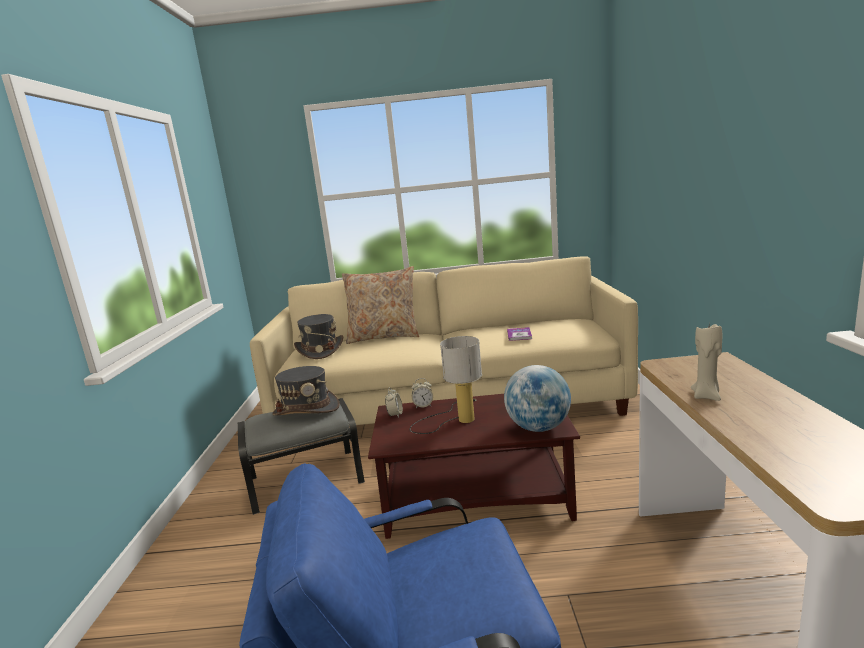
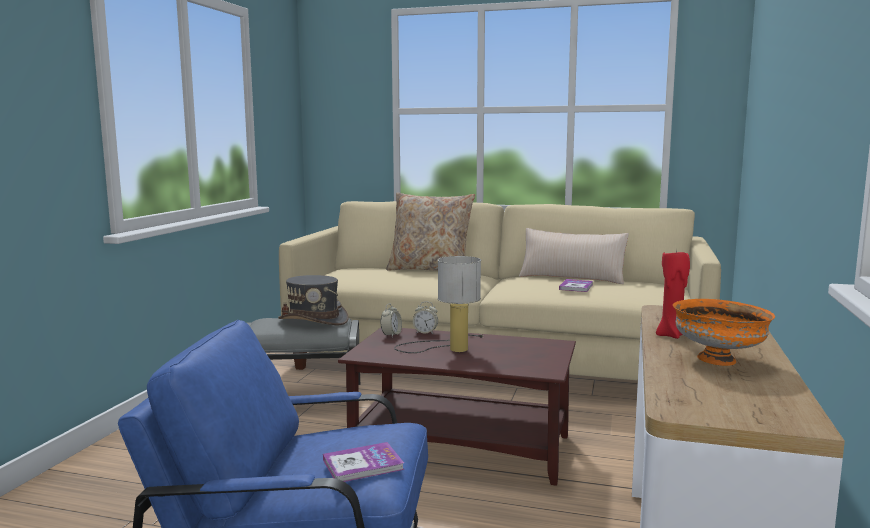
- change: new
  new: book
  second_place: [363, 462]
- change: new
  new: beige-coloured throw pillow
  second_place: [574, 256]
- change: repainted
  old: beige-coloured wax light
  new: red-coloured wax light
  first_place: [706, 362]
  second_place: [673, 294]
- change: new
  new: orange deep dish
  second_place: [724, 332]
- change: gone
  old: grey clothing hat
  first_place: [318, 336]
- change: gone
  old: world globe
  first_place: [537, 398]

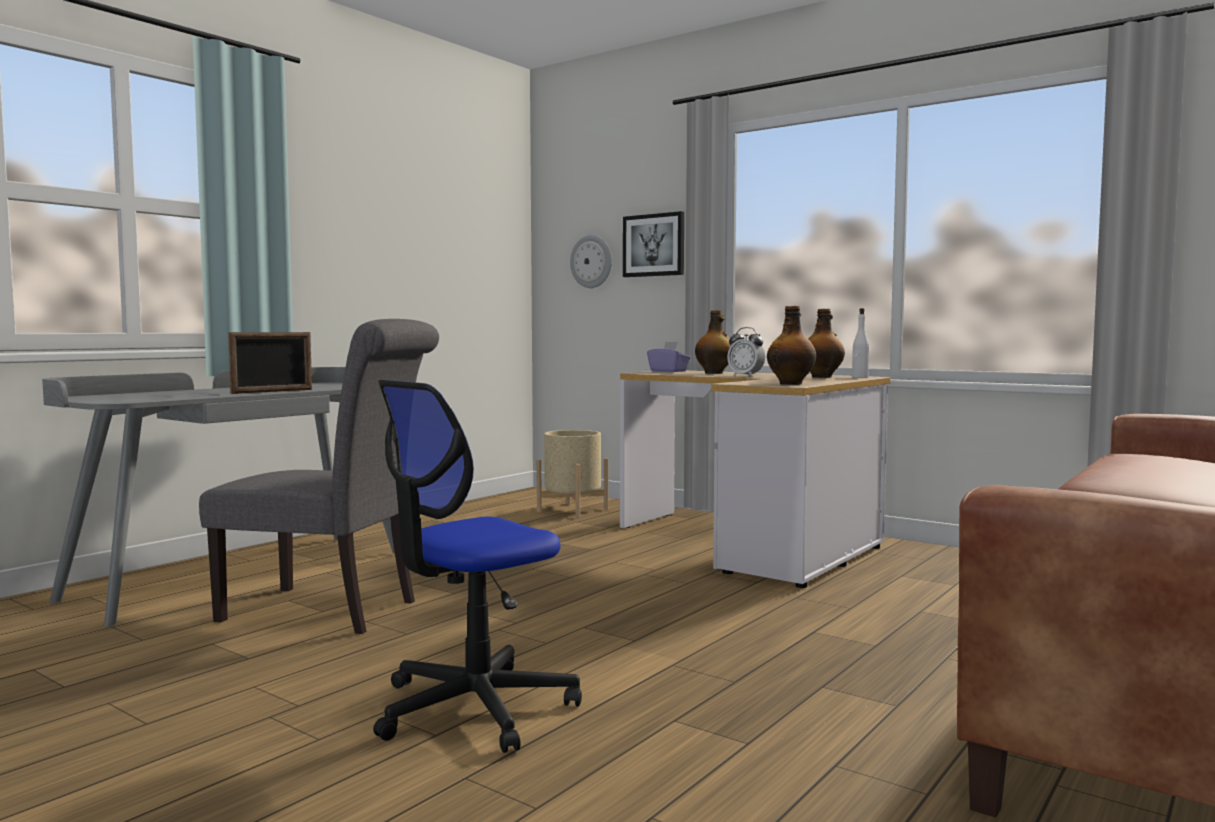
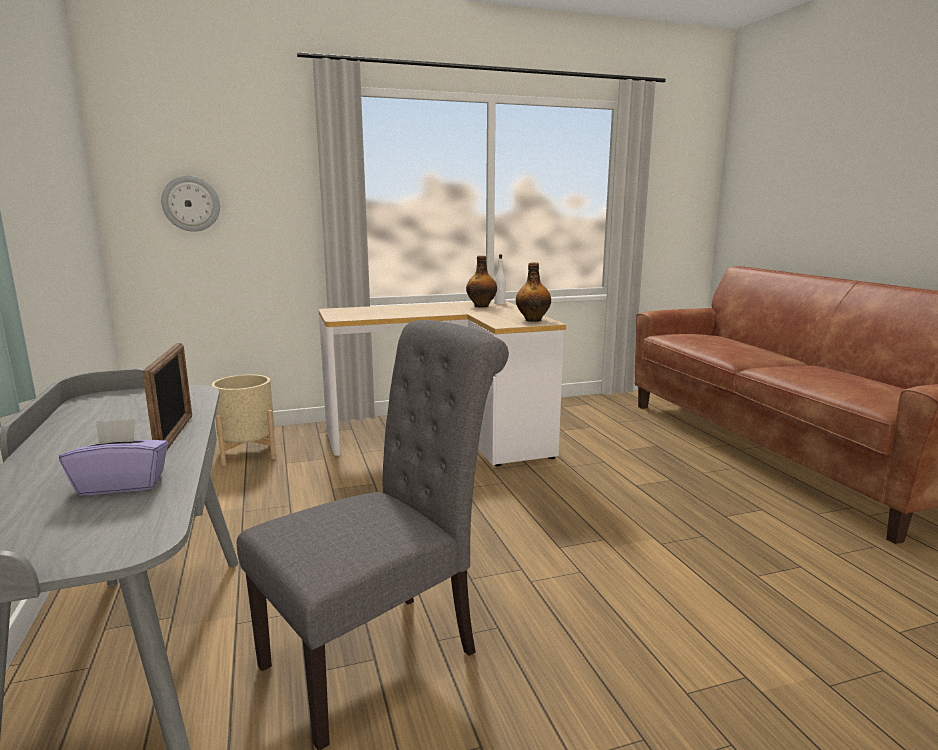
- change: shifted
  old: purple box of tissues
  first_place: [669, 356]
  second_place: [113, 457]
- change: gone
  old: office chair
  first_place: [477, 566]
- change: gone
  old: picture
  first_place: [653, 244]
- change: gone
  old: drink bottle
  first_place: [712, 342]
- change: gone
  old: table clock
  first_place: [746, 352]

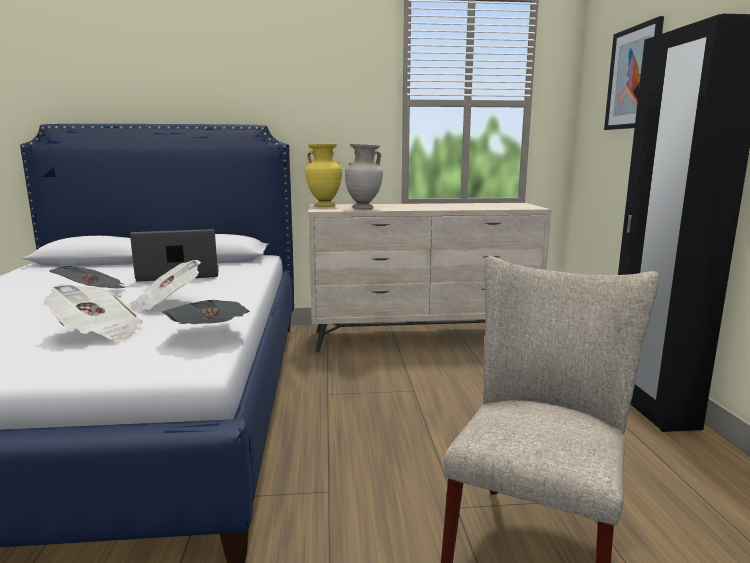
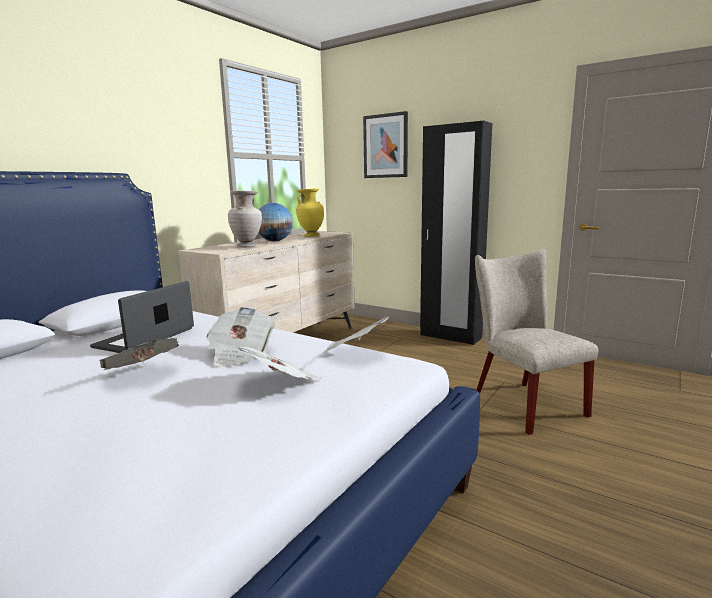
- change: new
  new: world globe
  second_place: [275, 222]
- change: shifted
  old: yellow flower vase
  first_place: [323, 175]
  second_place: [310, 212]

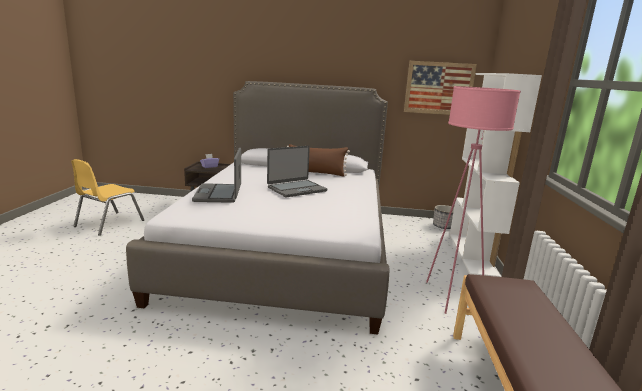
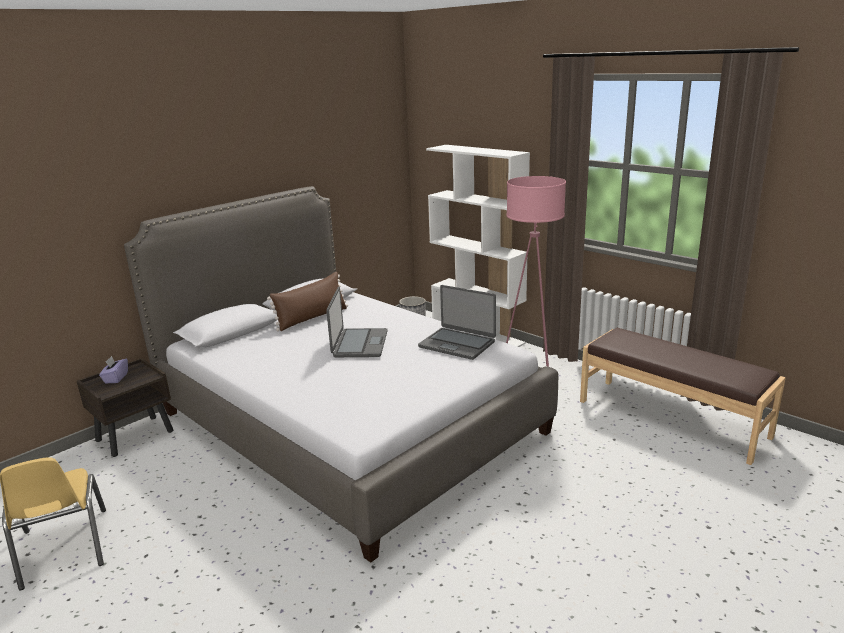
- change: shifted
  old: laptop
  first_place: [216, 175]
  second_place: [457, 322]
- change: gone
  old: picture
  first_place: [440, 88]

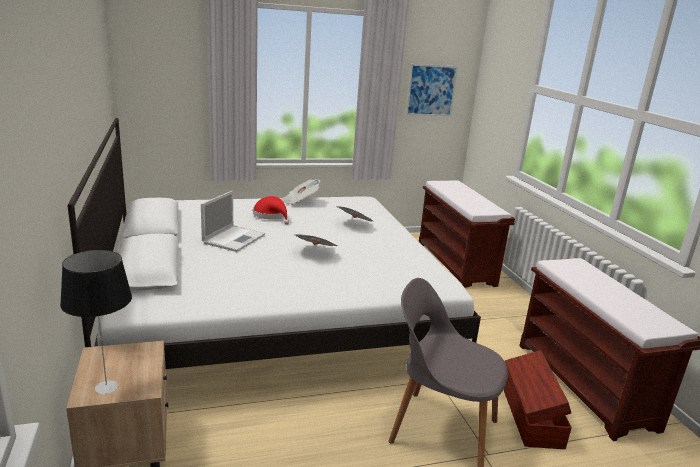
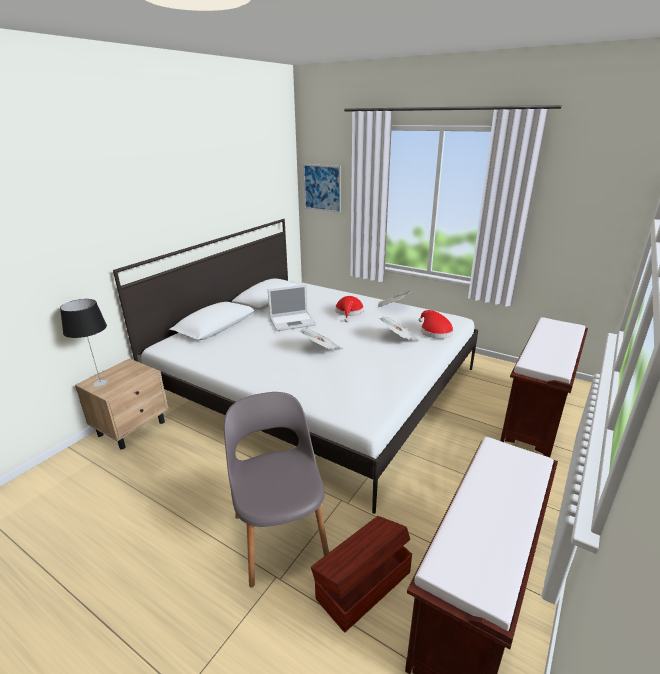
- change: shifted
  old: picture
  first_place: [432, 90]
  second_place: [322, 188]
- change: new
  new: red-coloured clothing hat
  second_place: [436, 324]

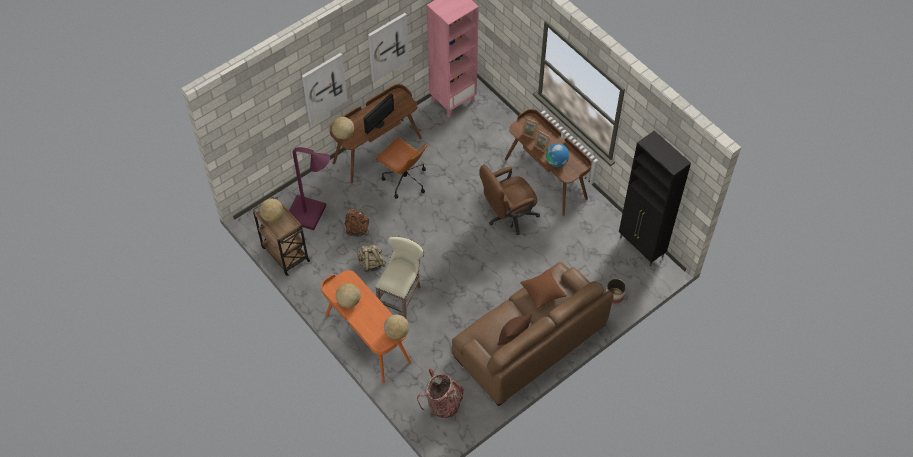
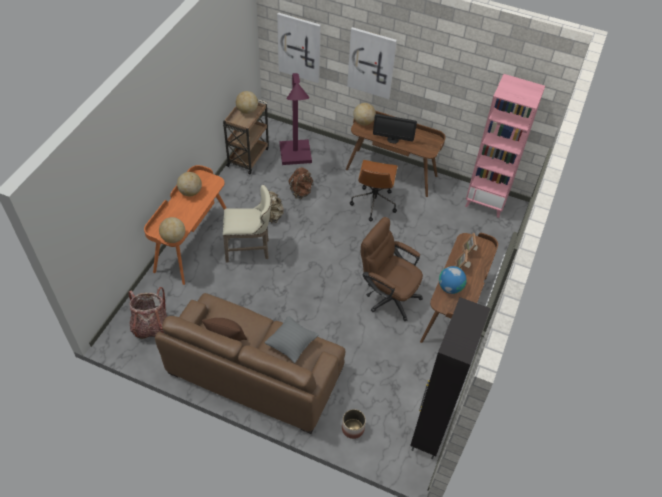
- change: repainted
  old: brown throw pillow
  new: grey throw pillow
  first_place: [543, 289]
  second_place: [291, 339]
- change: shifted
  old: picture
  first_place: [388, 47]
  second_place: [299, 47]

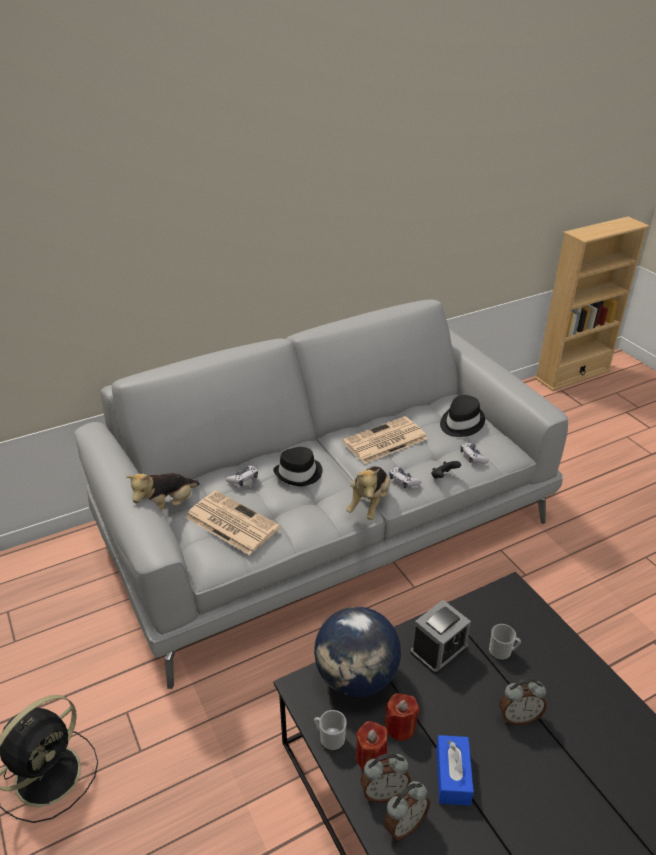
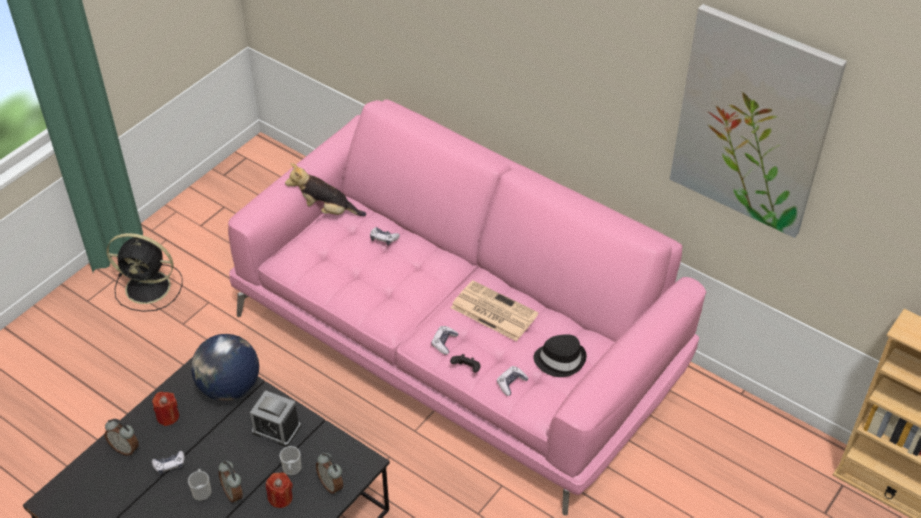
- change: swapped
  old: bluish box of tissues
  new: gamepad
  first_place: [455, 770]
  second_place: [168, 463]
- change: shifted
  old: coffee mug
  first_place: [330, 730]
  second_place: [200, 485]
- change: repainted
  old: grey settee
  new: pinkish settee
  first_place: [321, 494]
  second_place: [467, 307]
- change: shifted
  old: red-coloured wax light
  first_place: [401, 717]
  second_place: [279, 490]
- change: shifted
  old: table clock
  first_place: [385, 778]
  second_place: [329, 473]
- change: new
  new: picture
  second_place: [758, 121]
- change: gone
  old: printed paper
  first_place: [232, 522]
- change: gone
  old: black-coloured clothing hat
  first_place: [297, 466]
- change: gone
  old: cuddly toy
  first_place: [368, 493]

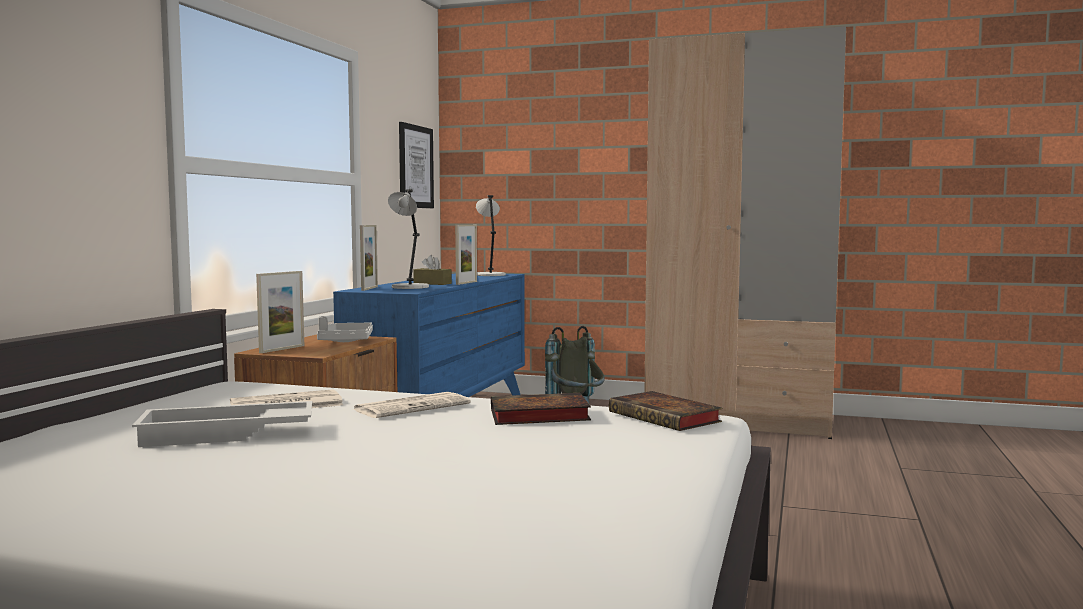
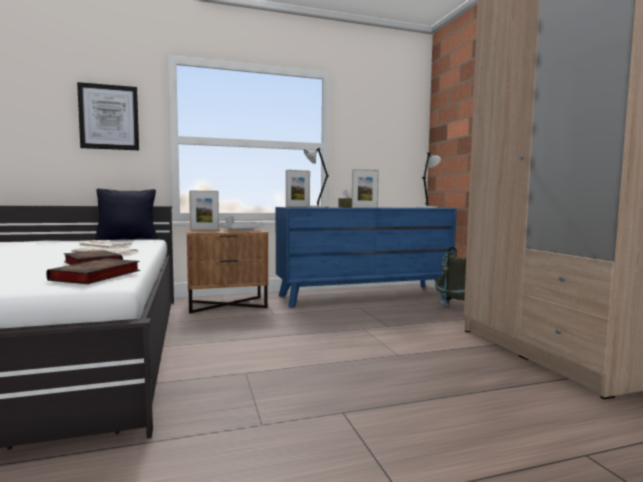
- change: shifted
  old: picture
  first_place: [416, 165]
  second_place: [108, 116]
- change: new
  new: black-coloured throw pillow
  second_place: [126, 214]
- change: gone
  old: white-coloured carrying tray
  first_place: [222, 424]

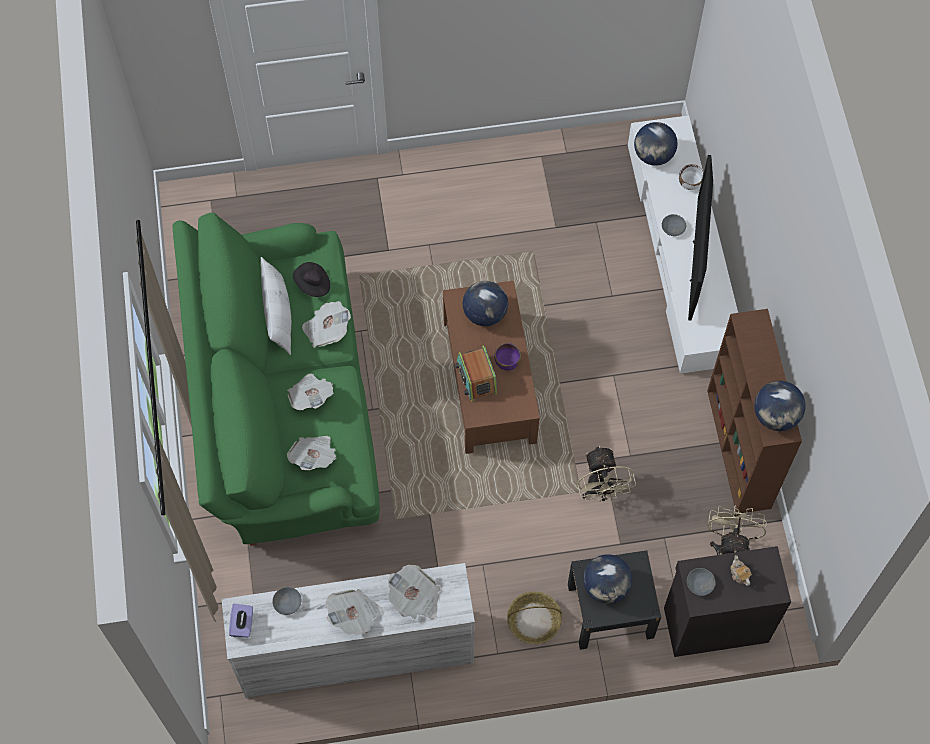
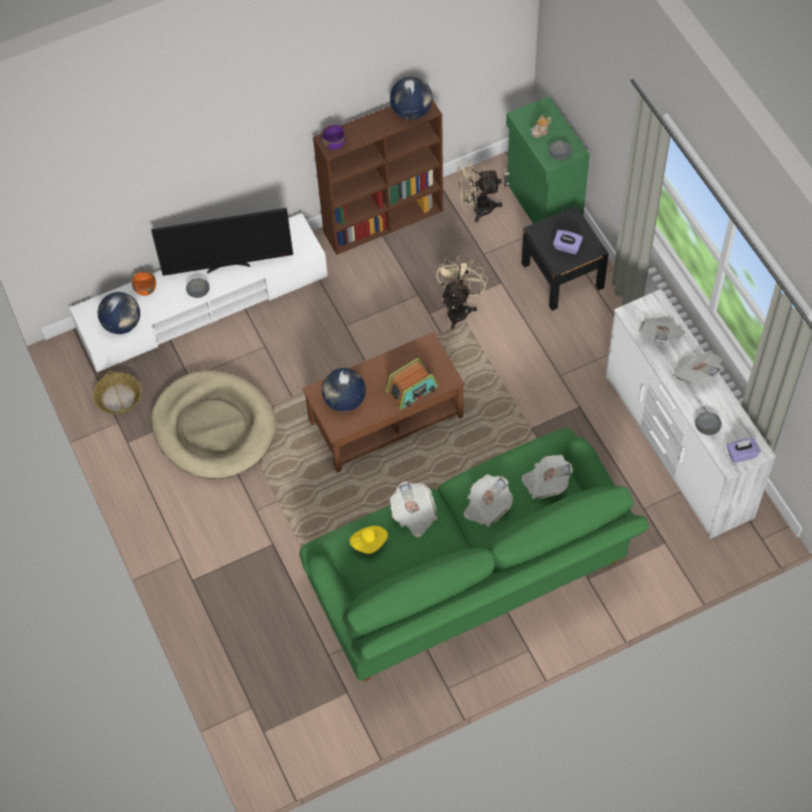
- change: shifted
  old: household basket
  first_place: [534, 617]
  second_place: [117, 390]
- change: repainted
  old: white-coloured deep dish
  new: orange deep dish
  first_place: [691, 177]
  second_place: [144, 283]
- change: new
  new: beige-coloured dog bed
  second_place: [213, 424]
- change: shifted
  old: purple deep dish
  first_place: [507, 357]
  second_place: [333, 137]
- change: repainted
  old: black-coloured clothing hat
  new: yellow clothing hat
  first_place: [311, 279]
  second_place: [368, 540]
- change: rotated
  old: beige-coloured fan
  first_place: [606, 473]
  second_place: [462, 292]
  degrees: -45
- change: repainted
  old: black-coloured storage cabinet
  new: greenish storage cabinet
  first_place: [727, 601]
  second_place: [547, 160]
- change: swapped
  old: world globe
  new: purple box of tissues
  first_place: [607, 579]
  second_place: [568, 242]
- change: gone
  old: white-coloured throw pillow
  first_place: [276, 306]

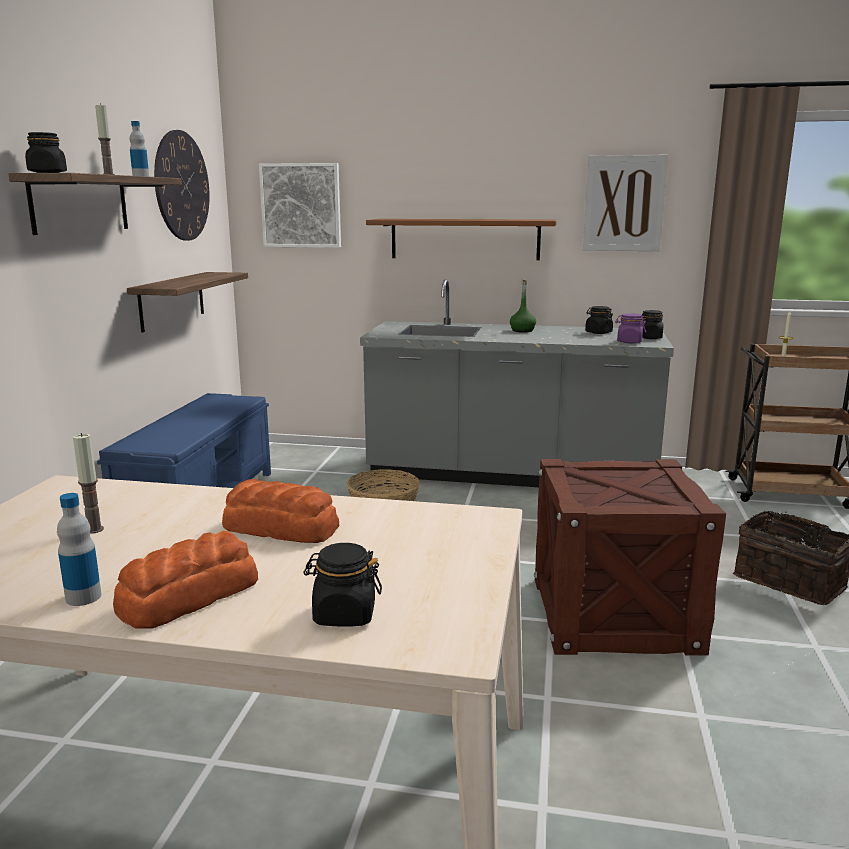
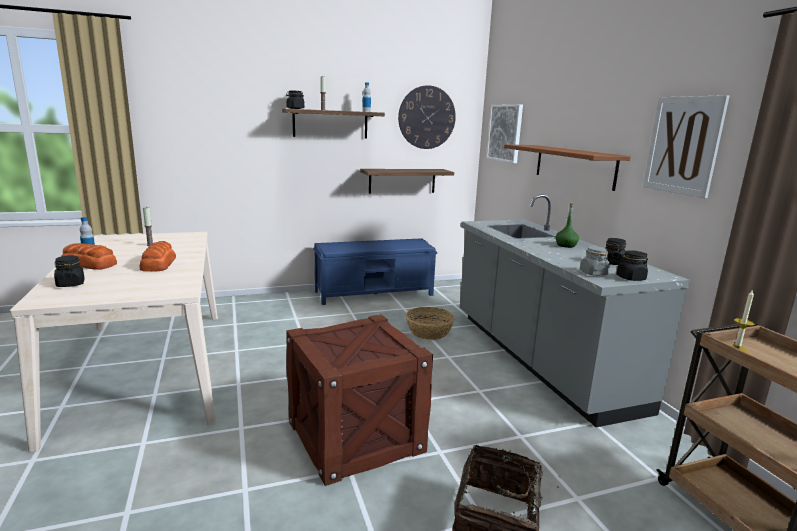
- change: repainted
  old: purple storage jar
  new: grey storage jar
  first_place: [630, 328]
  second_place: [595, 261]

